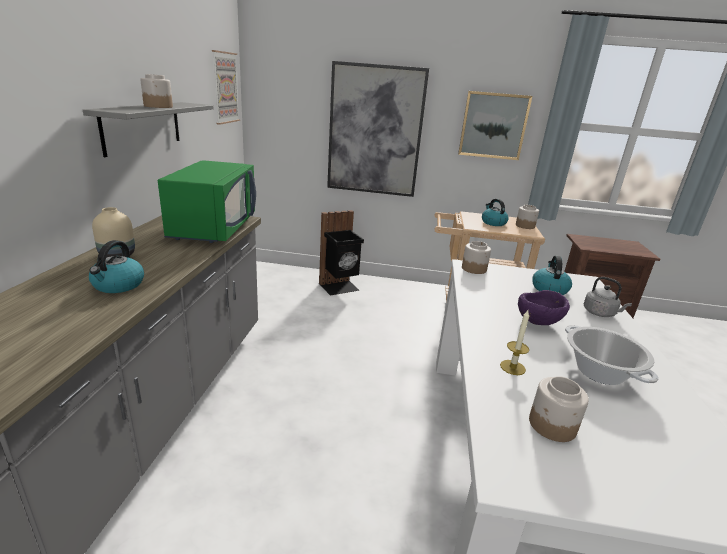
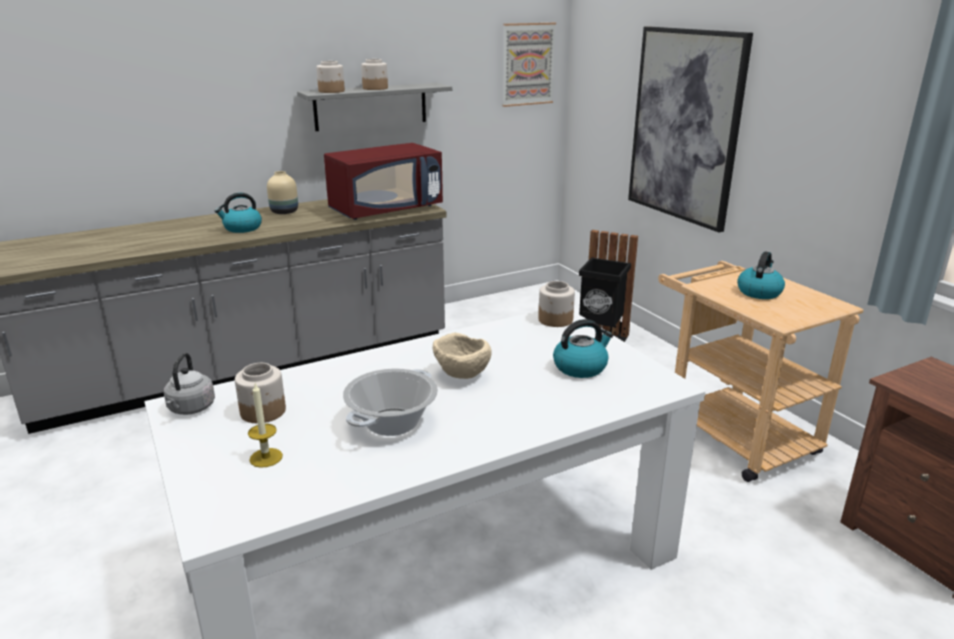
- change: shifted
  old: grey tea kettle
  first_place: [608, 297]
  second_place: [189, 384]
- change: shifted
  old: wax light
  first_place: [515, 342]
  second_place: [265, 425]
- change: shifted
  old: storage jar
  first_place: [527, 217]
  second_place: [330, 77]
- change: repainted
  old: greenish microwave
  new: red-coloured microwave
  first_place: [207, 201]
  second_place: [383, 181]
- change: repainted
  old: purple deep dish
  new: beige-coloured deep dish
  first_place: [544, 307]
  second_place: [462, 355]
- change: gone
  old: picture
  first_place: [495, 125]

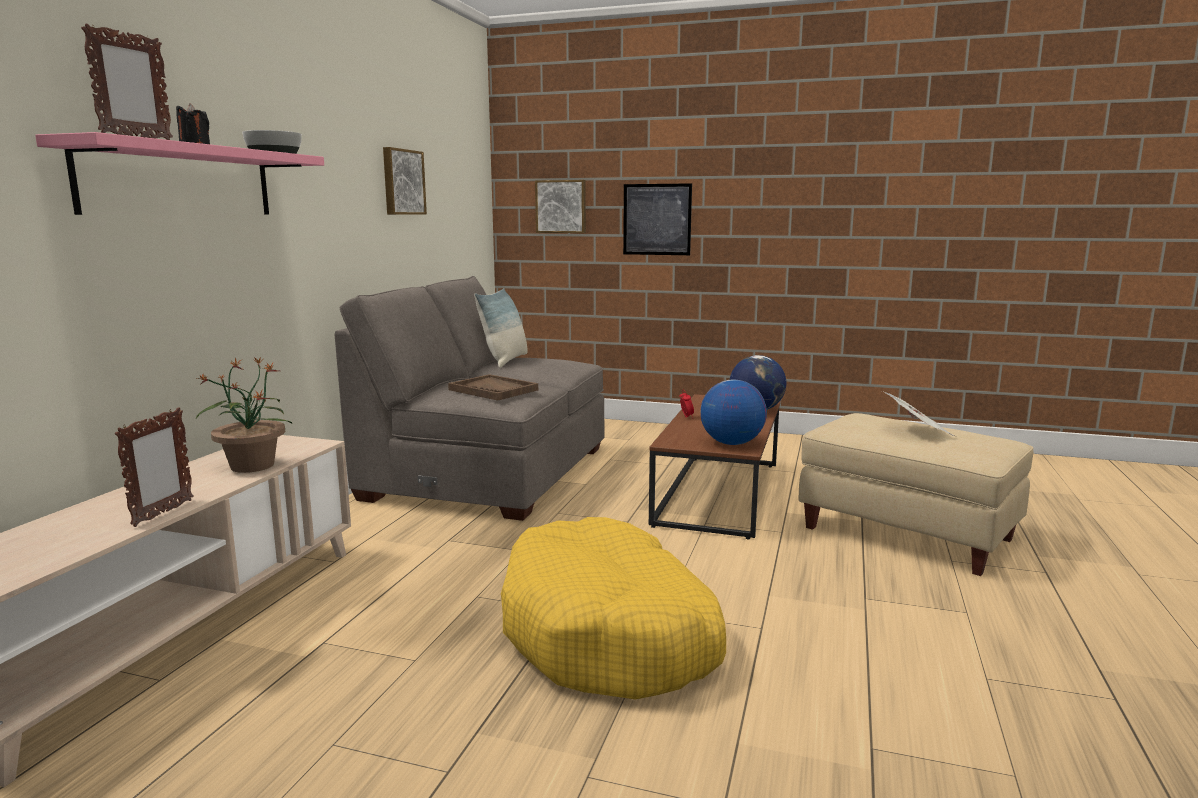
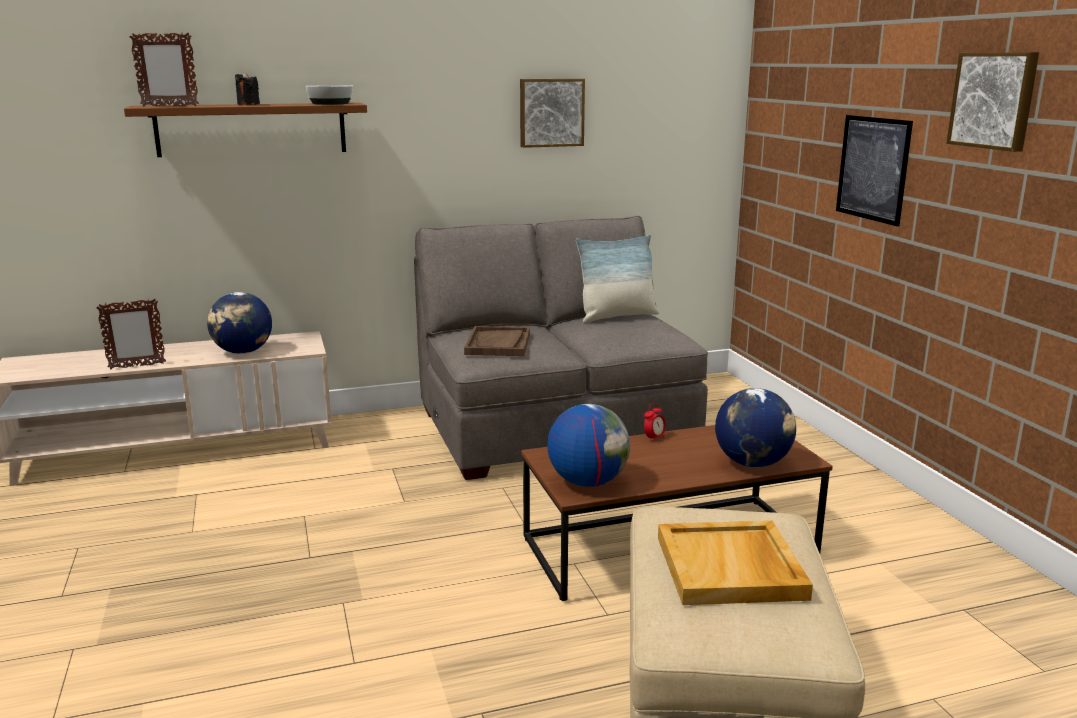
- change: repainted
  old: pinkish bracket shelf
  new: brown bracket shelf
  first_place: [179, 173]
  second_place: [245, 130]
- change: swapped
  old: houseplant
  new: world globe
  first_place: [244, 415]
  second_place: [239, 323]
- change: swapped
  old: printed paper
  new: beige-coloured carrying tray
  first_place: [918, 413]
  second_place: [735, 563]
- change: shifted
  old: picture
  first_place: [560, 206]
  second_place: [993, 102]
- change: gone
  old: yellow dog bed
  first_place: [613, 608]

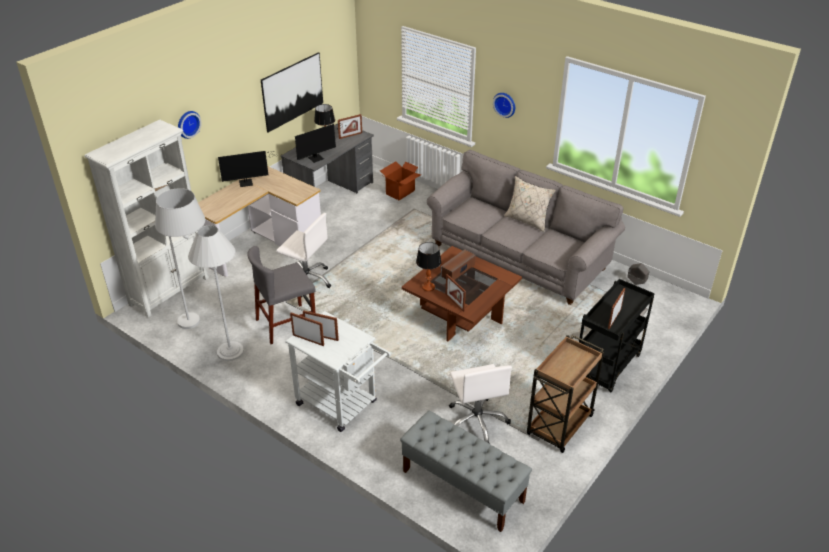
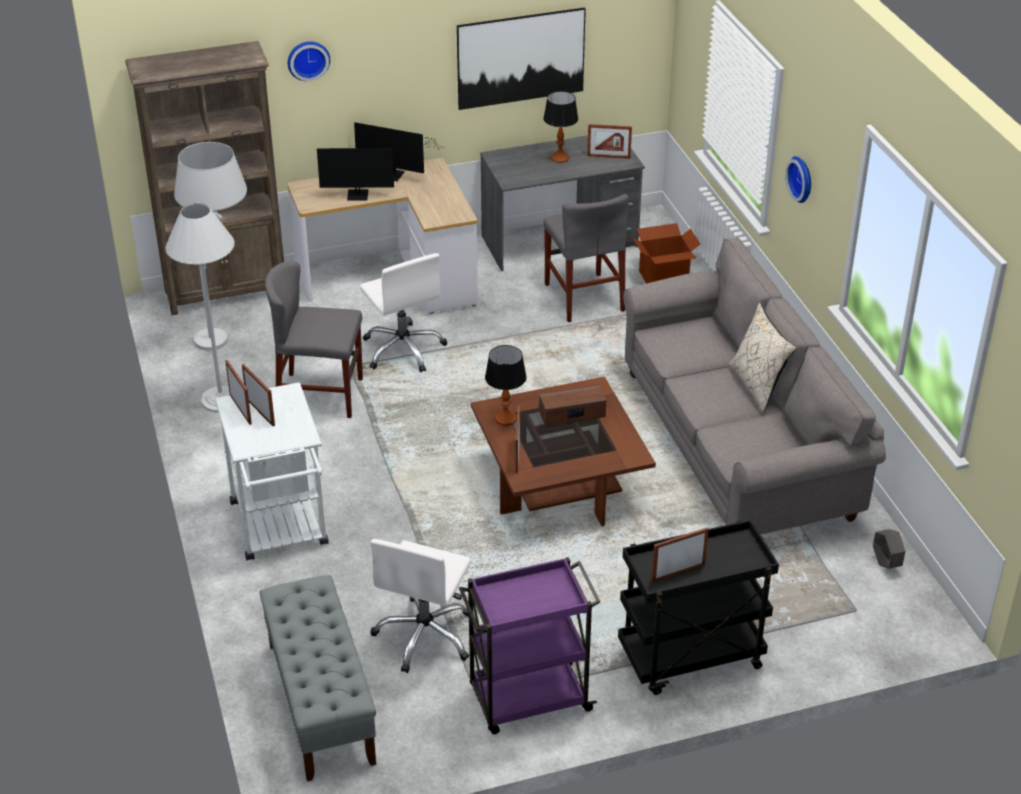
- change: repainted
  old: white-coloured bookcase
  new: brown bookcase
  first_place: [146, 218]
  second_place: [204, 178]
- change: shifted
  old: monitor
  first_place: [318, 143]
  second_place: [365, 174]
- change: repainted
  old: brown cart
  new: purple cart
  first_place: [565, 394]
  second_place: [529, 645]
- change: new
  new: grey plain chair
  second_place: [586, 258]

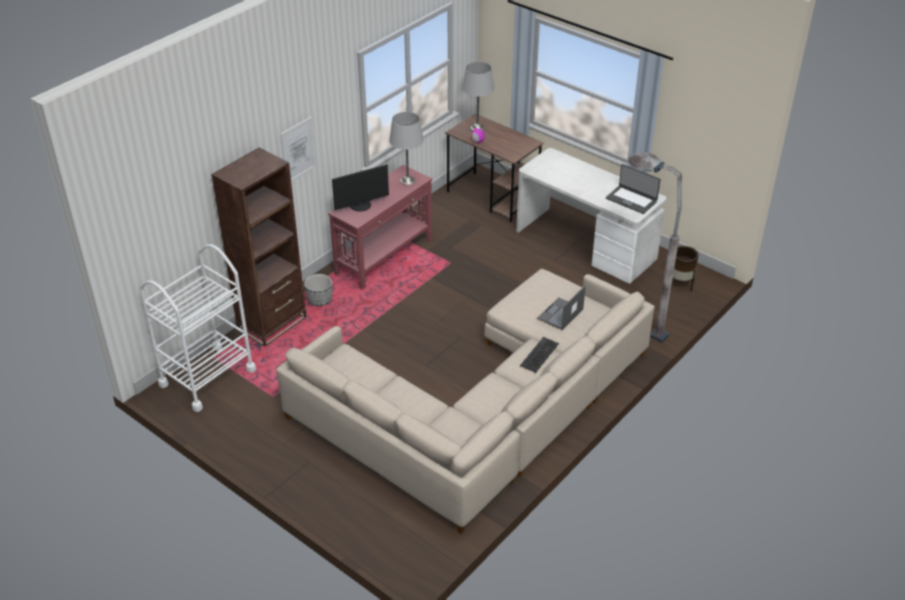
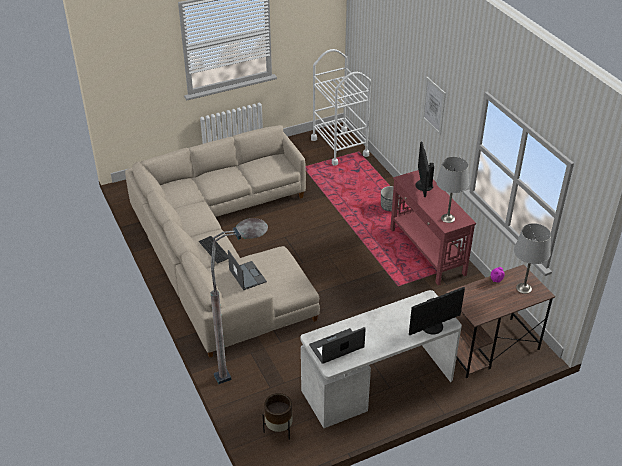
- change: new
  new: monitor
  second_place: [437, 311]
- change: gone
  old: brown bookcase
  first_place: [259, 247]

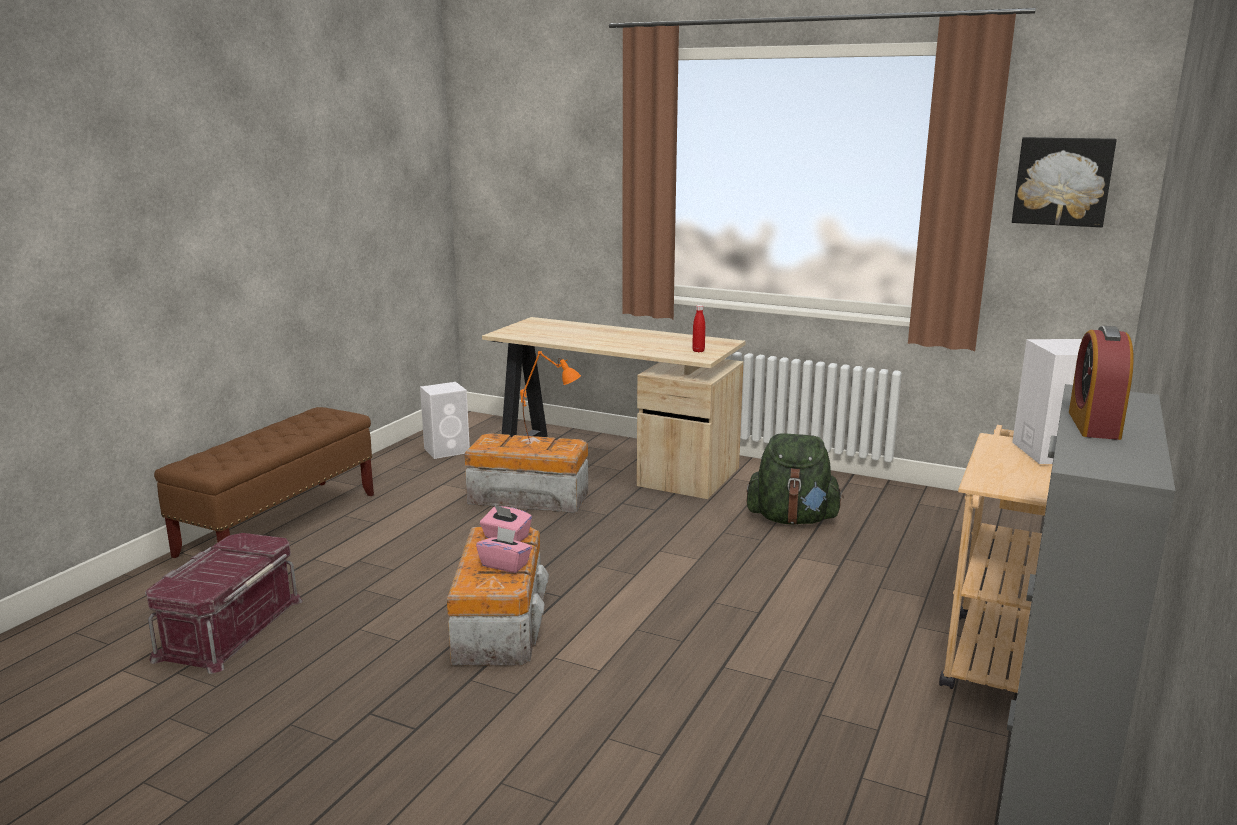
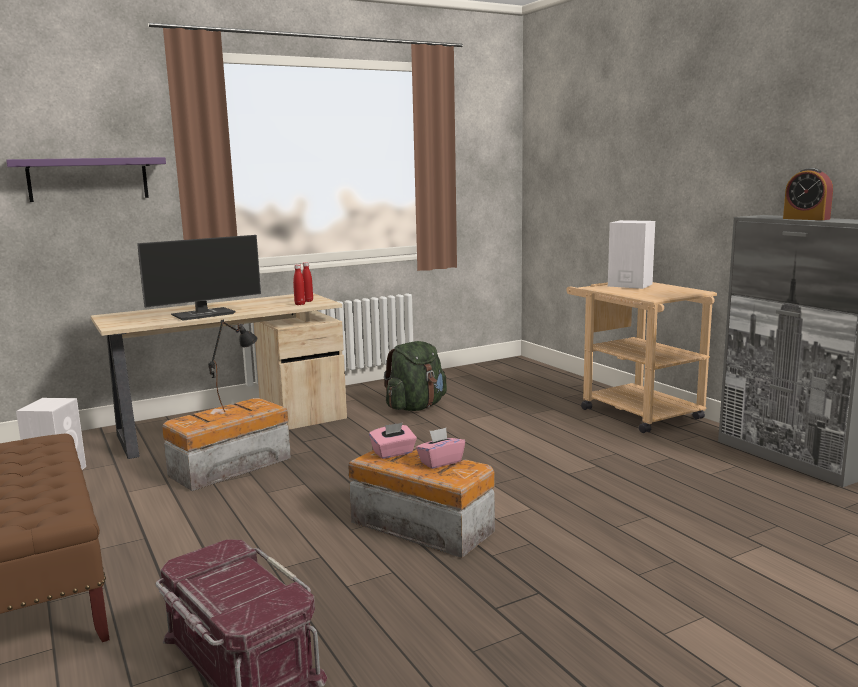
- change: new
  new: purple bracket shelf
  second_place: [86, 179]
- change: new
  new: monitor
  second_place: [199, 278]
- change: repainted
  old: orange lamp for a table
  new: black-coloured lamp for a table
  first_place: [550, 397]
  second_place: [233, 366]
- change: new
  new: red-coloured drink bottle
  second_place: [299, 284]
- change: gone
  old: picture
  first_place: [1064, 182]

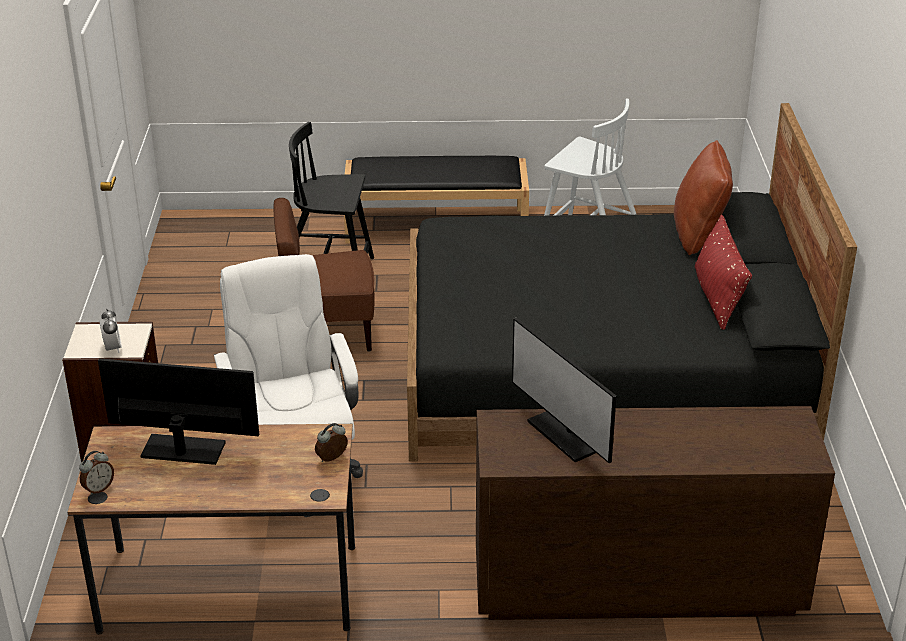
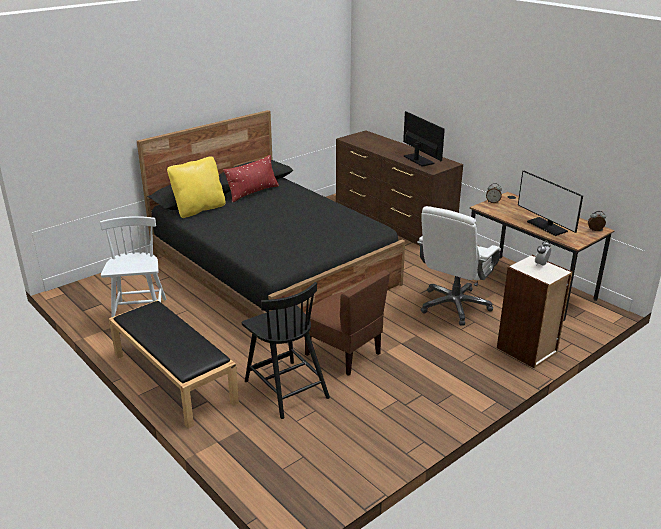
- change: repainted
  old: brown throw pillow
  new: yellow throw pillow
  first_place: [703, 197]
  second_place: [196, 187]
- change: rotated
  old: monitor
  first_place: [564, 390]
  second_place: [424, 139]
  degrees: -45

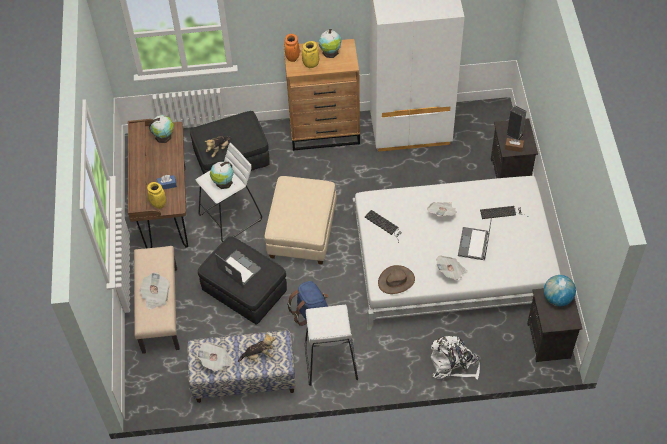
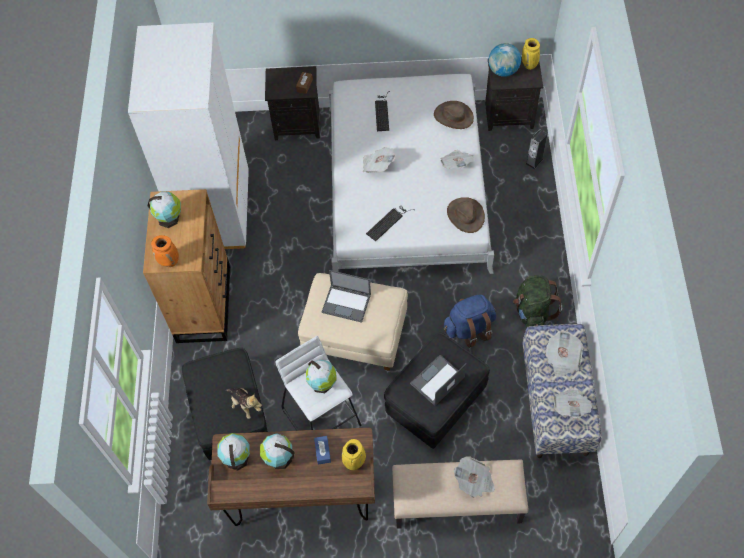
- change: new
  new: world globe
  second_place: [277, 451]
- change: shifted
  old: laptop
  first_place: [475, 238]
  second_place: [346, 296]
- change: new
  new: brown clothing hat
  second_place: [454, 115]
- change: swapped
  old: white-coloured stool seat
  new: greenish rucksack
  first_place: [331, 345]
  second_place: [537, 301]
- change: shifted
  old: yellow flower vase
  first_place: [310, 54]
  second_place: [531, 54]
- change: shifted
  old: speaker
  first_place: [516, 122]
  second_place: [536, 149]
- change: swapped
  old: cuddly toy
  new: printed paper
  first_place: [257, 347]
  second_place: [564, 354]
- change: gone
  old: white-coloured rucksack
  first_place: [455, 358]

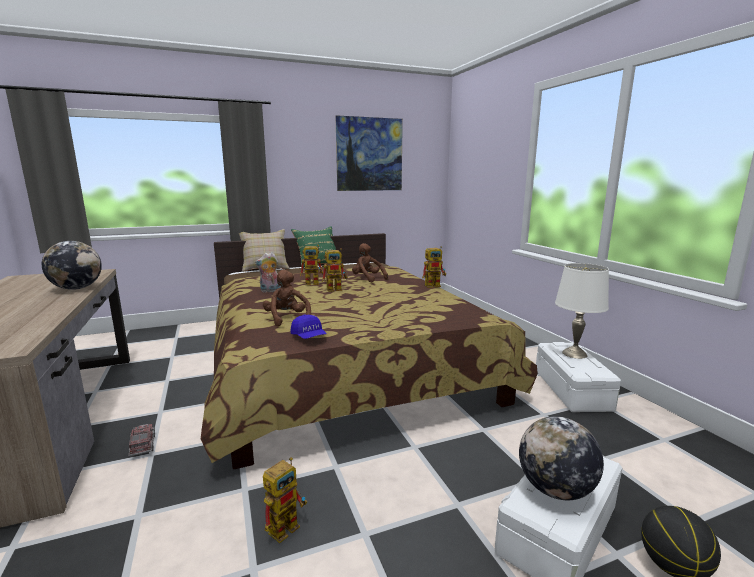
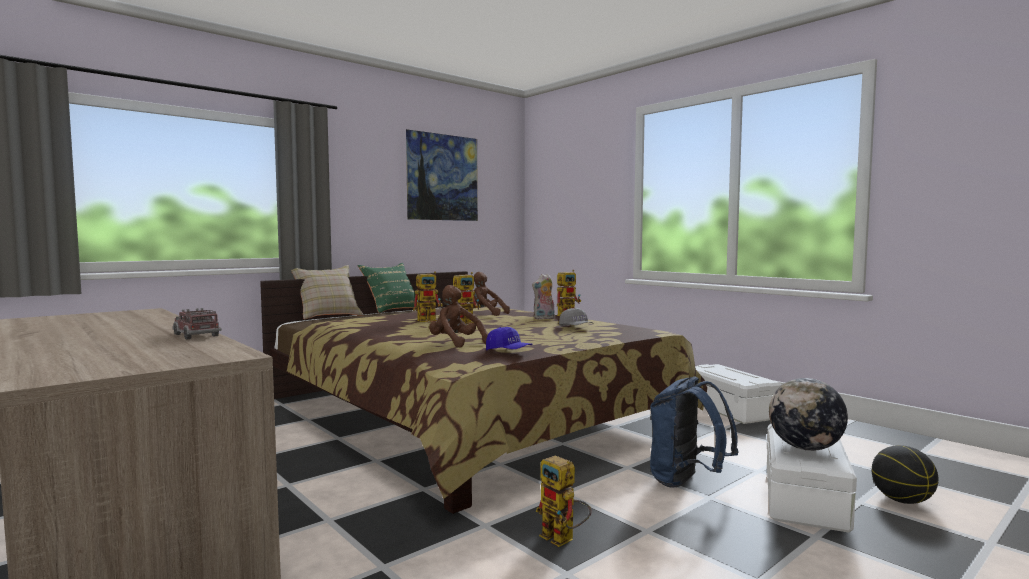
- change: shifted
  old: model truck
  first_place: [141, 440]
  second_place: [197, 323]
- change: shifted
  old: cuddly toy
  first_place: [268, 272]
  second_place: [543, 297]
- change: rotated
  old: model robot
  first_place: [285, 500]
  second_place: [563, 501]
  degrees: 120
- change: new
  new: grey cap
  second_place: [576, 317]
- change: new
  new: bluish rucksack
  second_place: [694, 432]
- change: gone
  old: world globe
  first_place: [72, 265]
- change: gone
  old: white-coloured lamp for a table
  first_place: [582, 311]

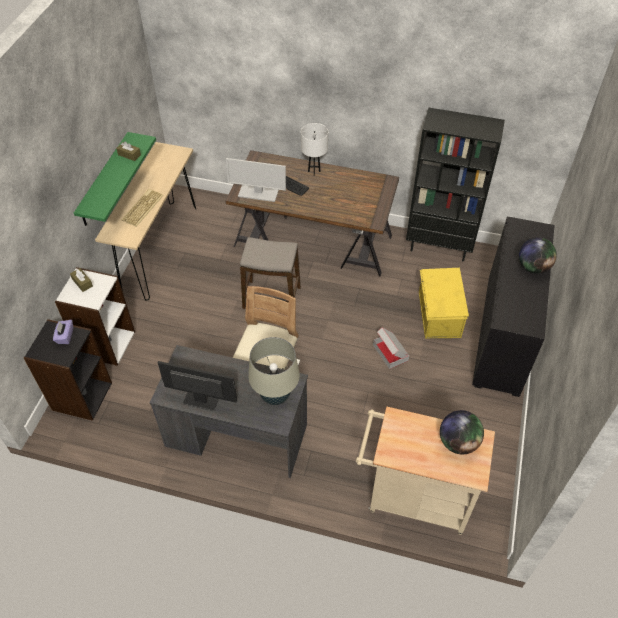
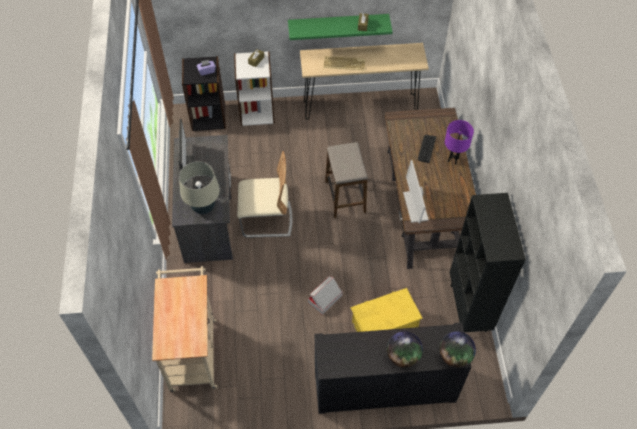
- change: shifted
  old: monitor
  first_place: [256, 180]
  second_place: [416, 192]
- change: shifted
  old: world globe
  first_place: [462, 432]
  second_place: [457, 349]
- change: repainted
  old: white-coloured lamp for a table
  new: purple lamp for a table
  first_place: [314, 149]
  second_place: [459, 142]

